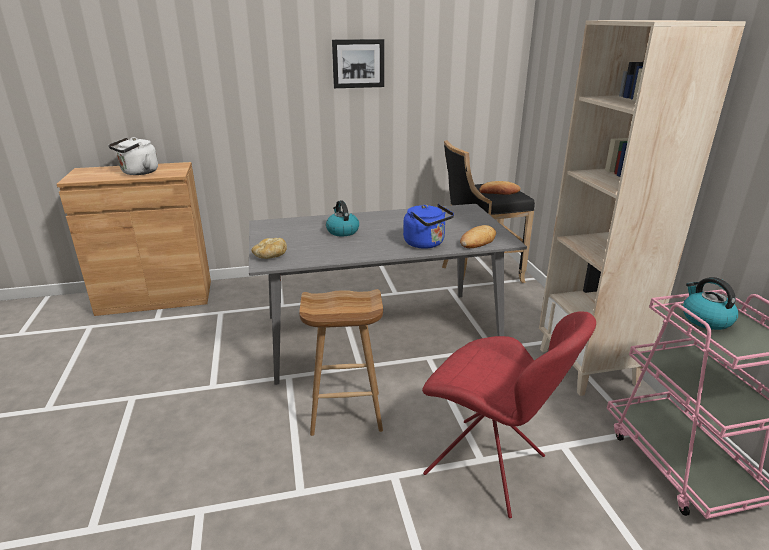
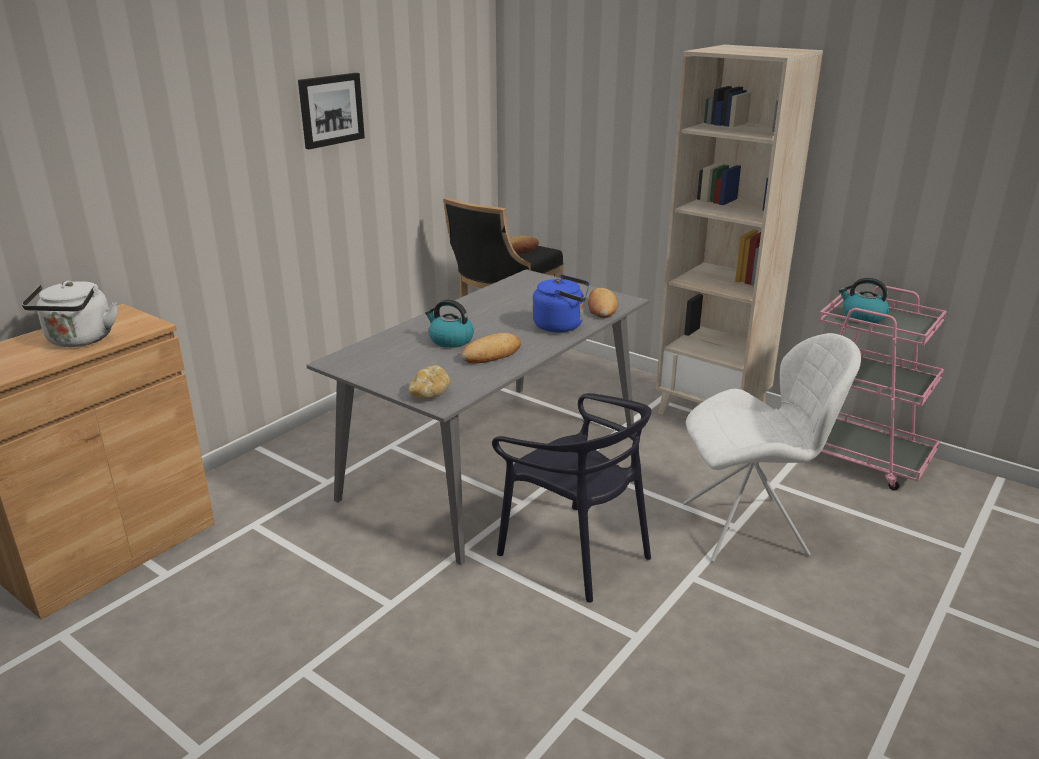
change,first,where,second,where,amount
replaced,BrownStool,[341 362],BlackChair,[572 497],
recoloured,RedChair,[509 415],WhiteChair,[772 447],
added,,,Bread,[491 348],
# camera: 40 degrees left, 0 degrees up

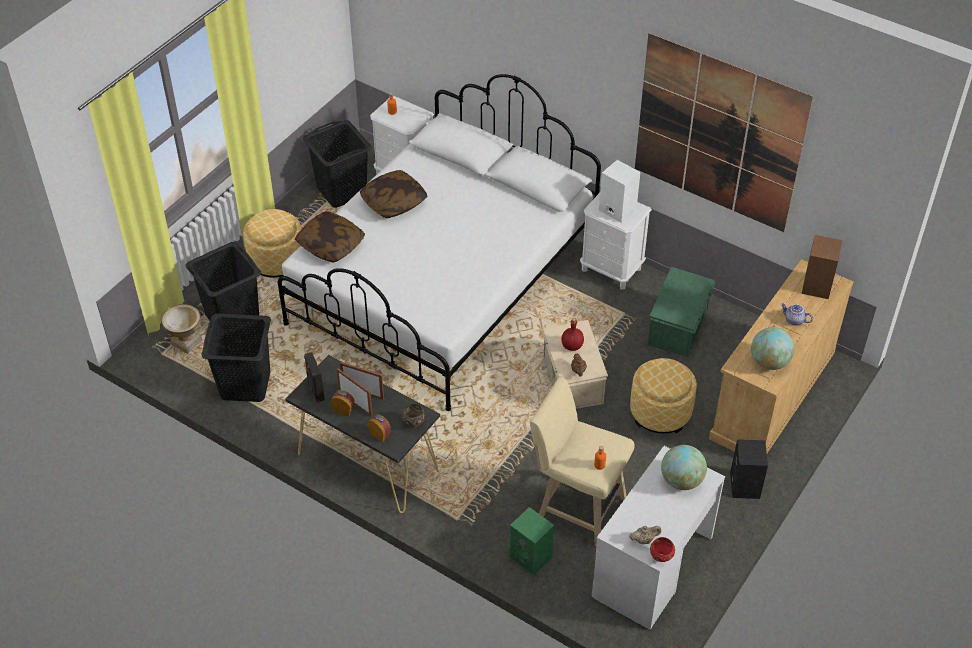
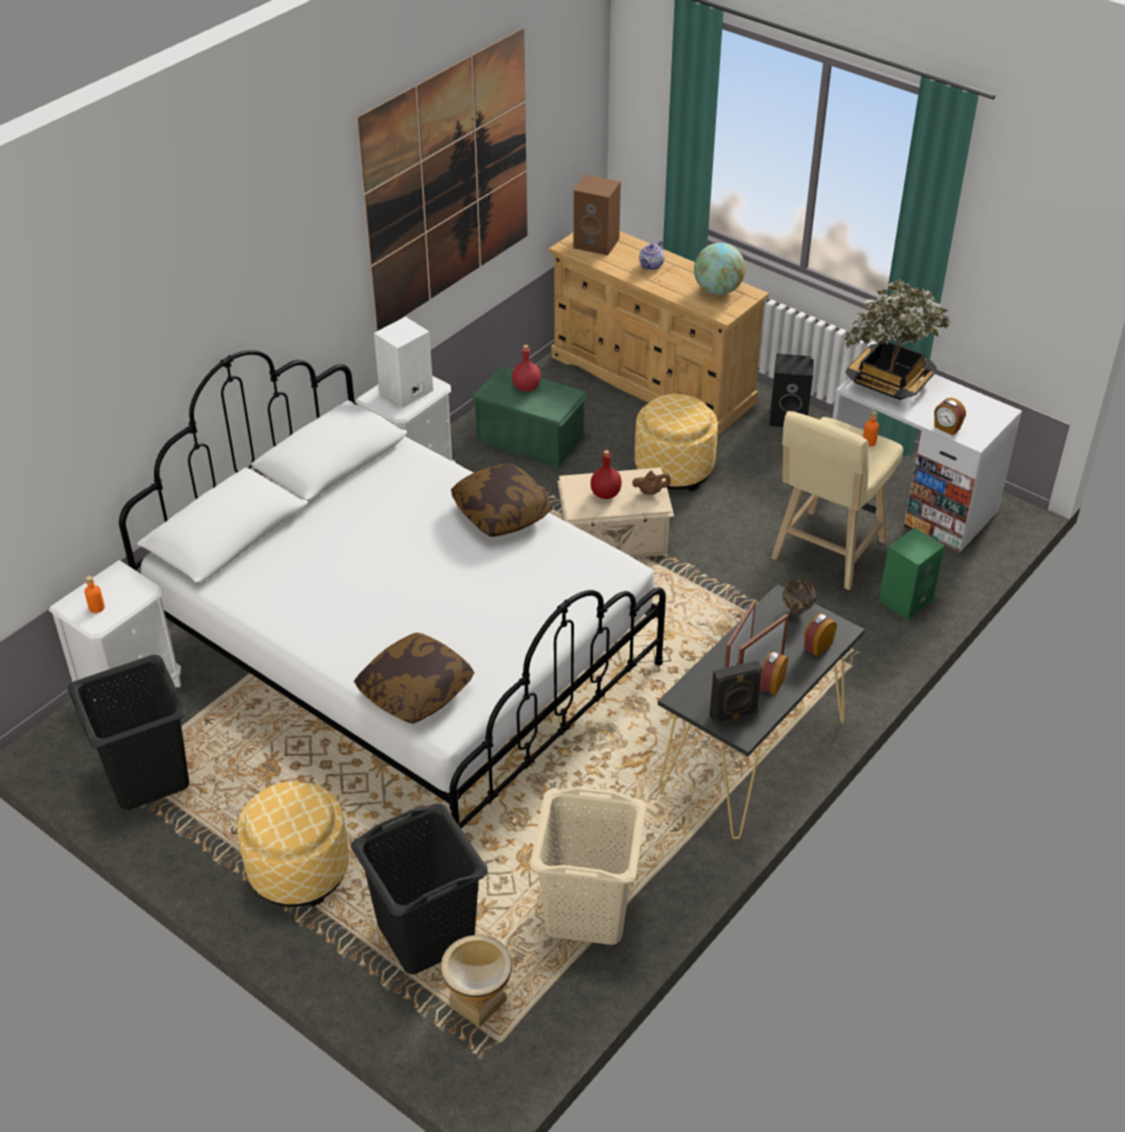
change,first,where,second,where,amount
recoloured,BlackLaundryBasket,[236 357],BeigeLaundryBasket,[588 866],
moved,Pillow,[394 194],,[502 500],
removed,BeigeTeapot,[645 535],,,
removed,RedBowl,[662 549],,,
replaced,Globe,[684 467],PottedPlant,[897 339],
added,,,RedBottle,[526 368],
added,,,AlarmClock,[950 417],
# camera: 85 degrees left, 5 degrees down

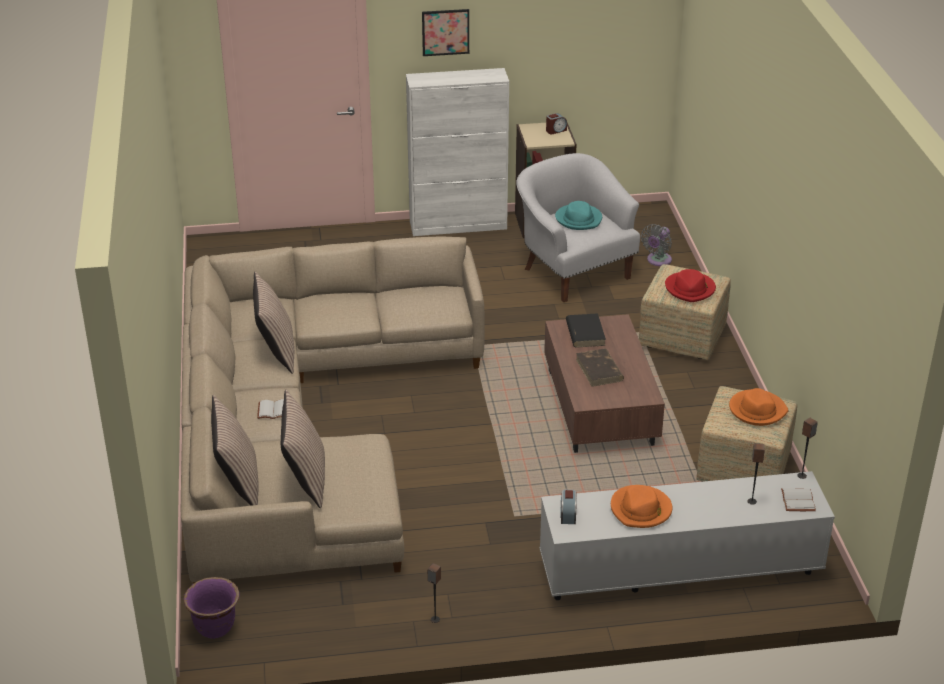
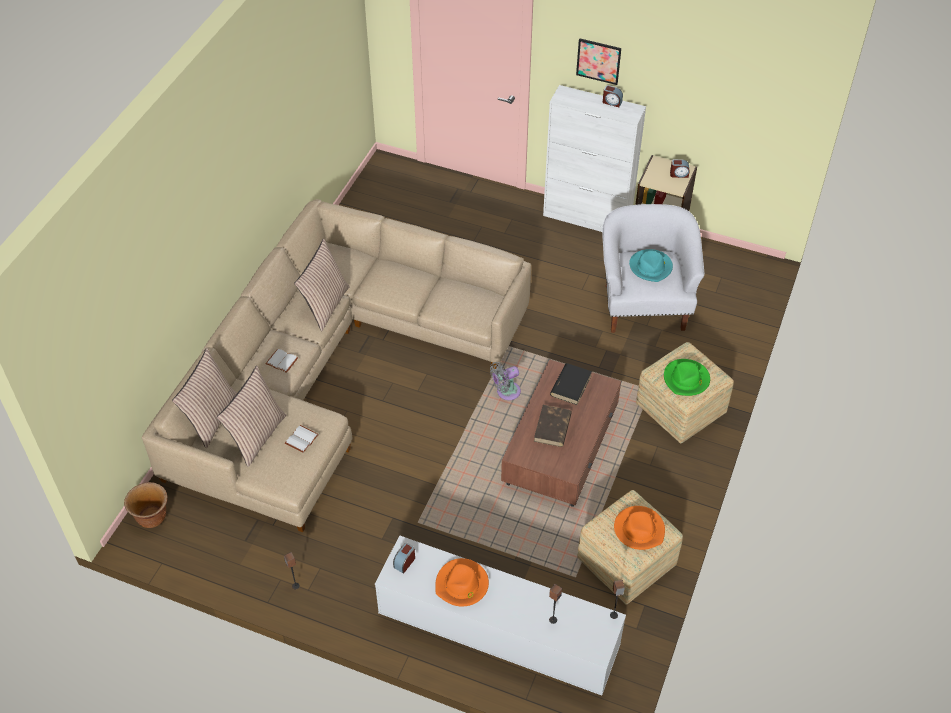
change,first,where,second,where,amount
recoloured,PurplePlanter,[212 608],BrownPlanter,[146 505],
moved,GreyFan,[656 245],,[505 381],
recoloured,RedHat,[690 285],GreenHat,[687 377],
moved,WhiteBook,[798 499],,[302 439],
added,,,AlarmClock,[613 96],
# camera: 30 degrees right, 15 degrees up

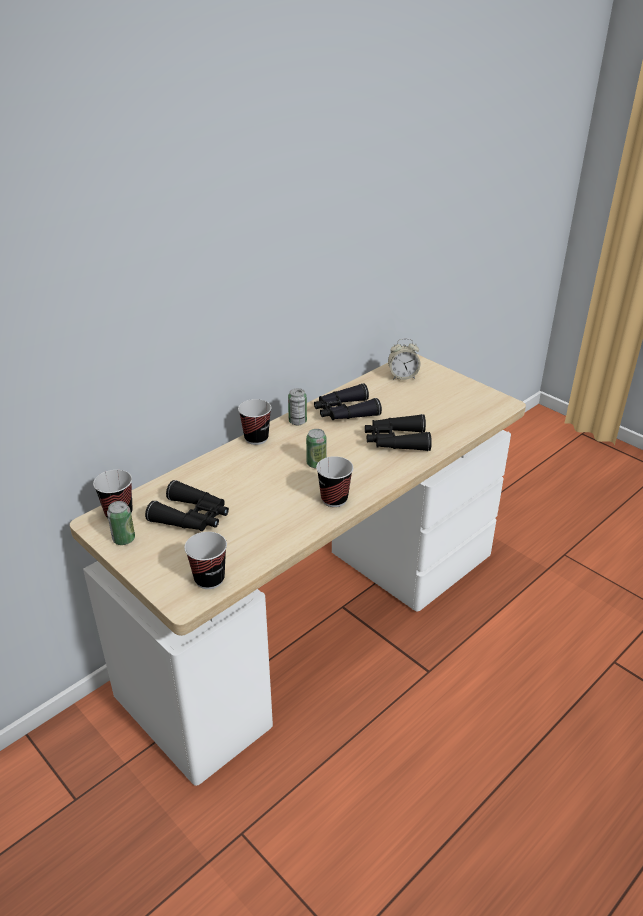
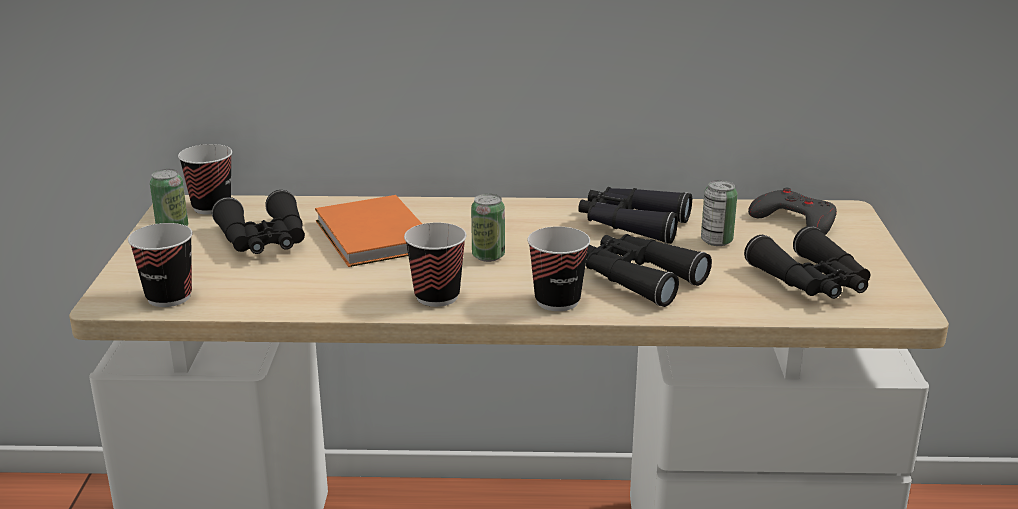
change,first,where,second,where,amount
moved,Cup,[254 422],,[558 268],
moved,Can,[297 407],,[719 213],
replaced,AlarmClock,[404 359],GreyGameController,[792 211],
added,,,OrangeBook,[368 231],
added,,,BlackBinoculars,[807 262],
# camera: 45 degrees right, 10 degrees down

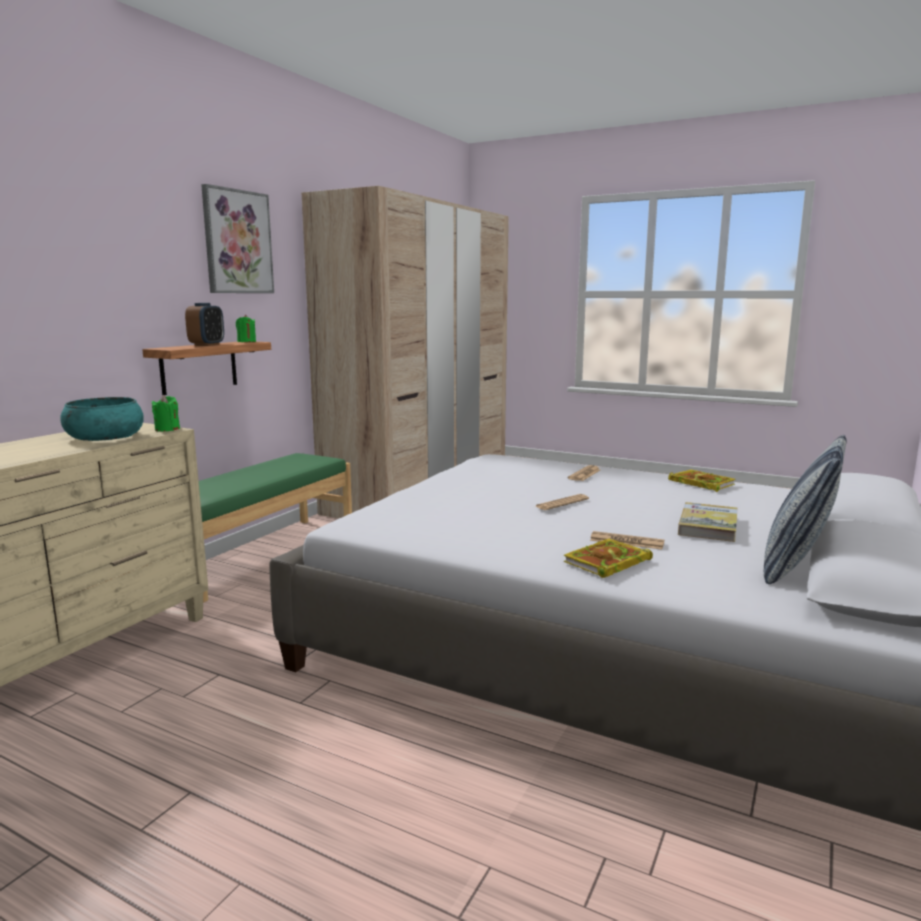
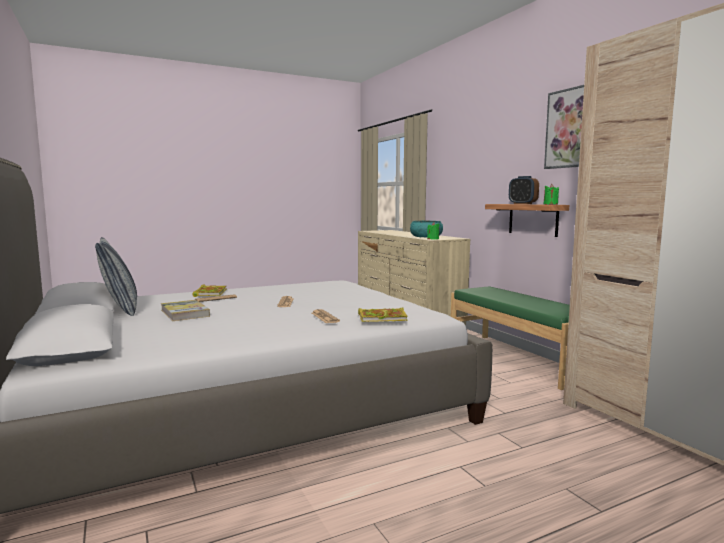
change,first,where,second,where,amount
moved,Book,[702 480],,[383 314],
# camera: 125 degrees right, 5 degrees down

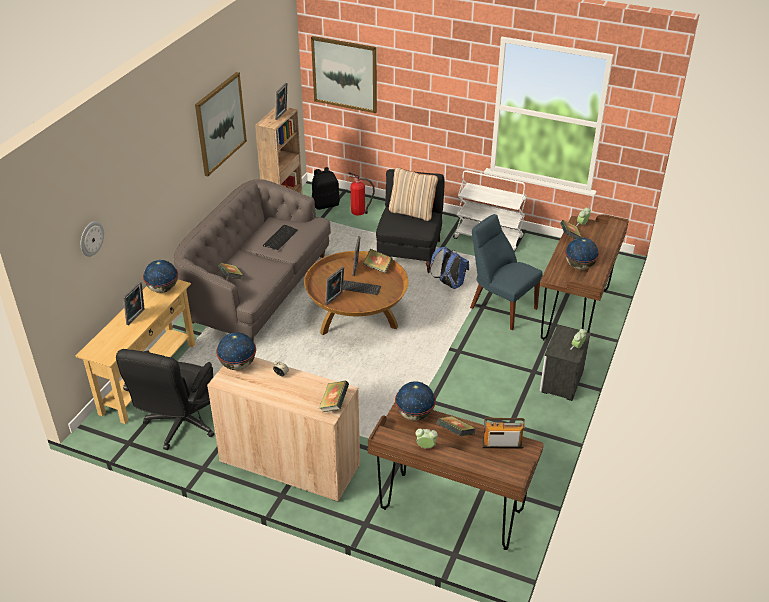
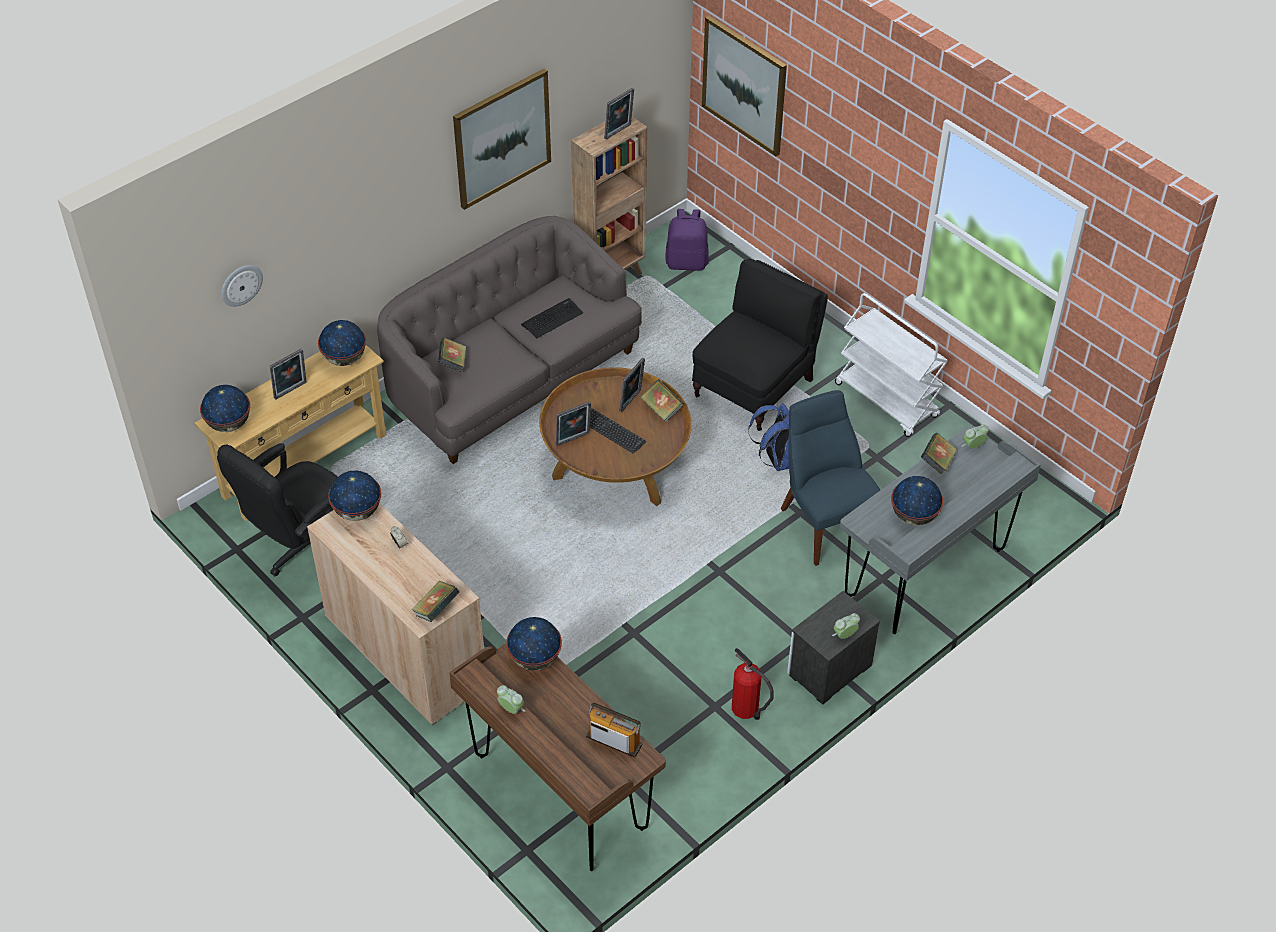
change,first,where,second,where,amount
recoloured,BlackBackpack,[326 188],PurpleBackpack,[687 240],
moved,FireExtinguisher,[361 194],,[753 684],
removed,BeigePillow,[413 194],,,
removed,Book,[456 426],,,
recoloured,BrownDesk,[584 277],GreyDesk,[940 530],
added,,,Globe,[225 408],
# camera: 25 degrees right, 10 degrees up

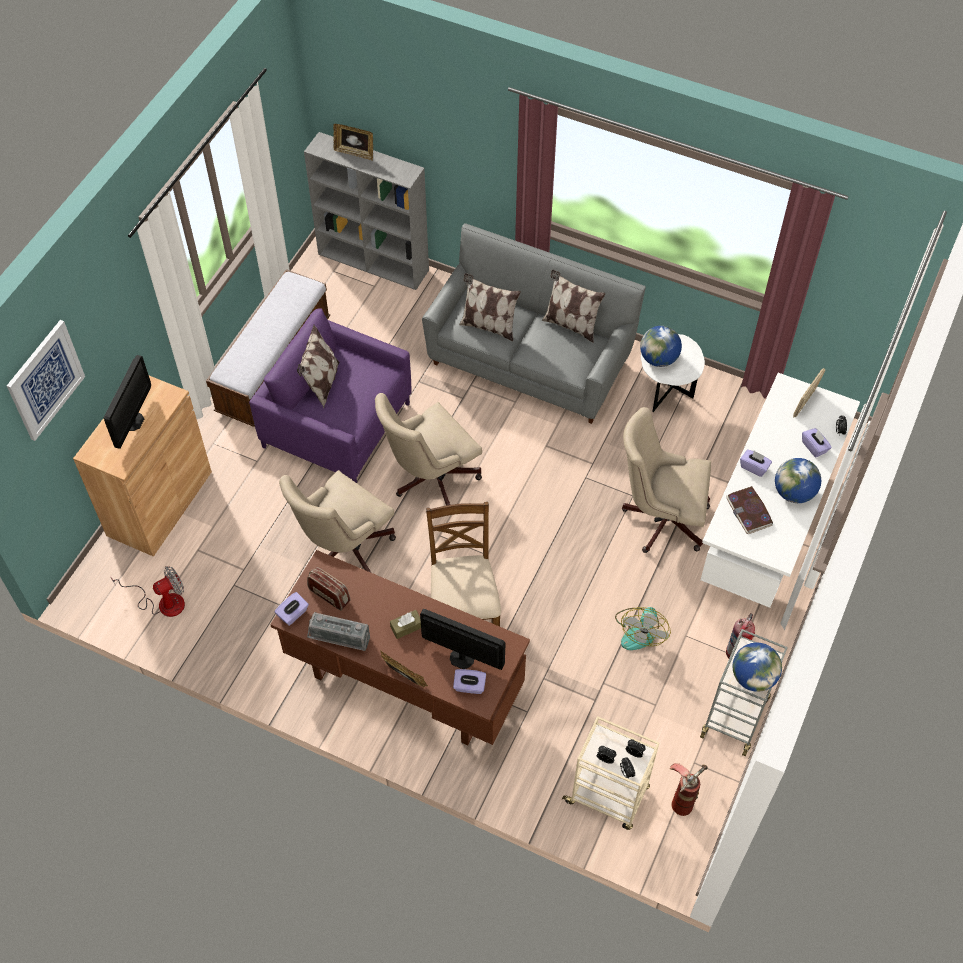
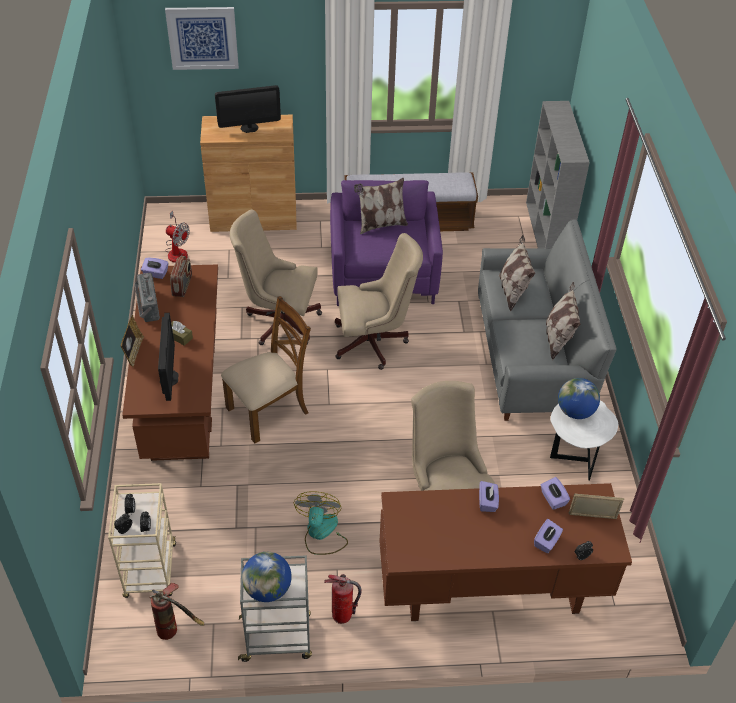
change,first,where,second,where,amount
removed,PictureFrame,[353 142],,,
turned,BeigeOfficeChair,[428 449],,[379 301],150 degrees clockwise
moved,PurpleTissueBox,[469 681],,[555 493],
turned,Fan,[643 628],,[320 523],105 degrees clockwise
recoloured,WhiteDesk,[780 490],BrownDesk,[505 552],
removed,Book,[749 510],,,
removed,Globe,[798 480],,,
# camera: 60 degrees right, 10 degrees down

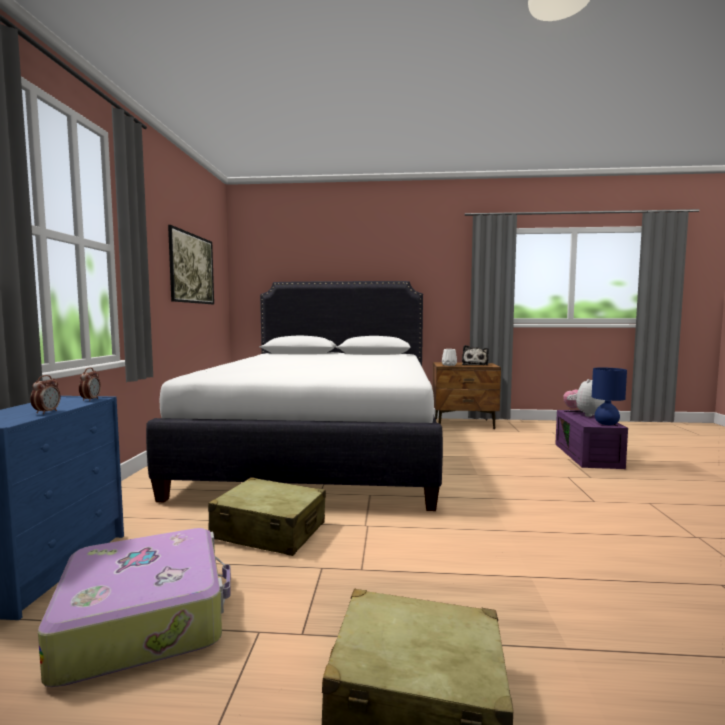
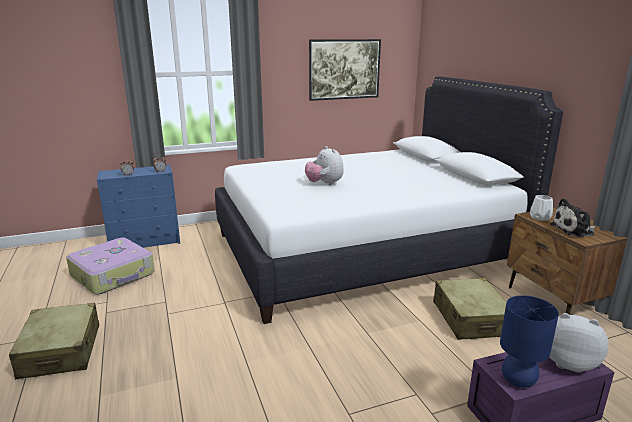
change,first,where,second,where,amount
moved,BeigeSuitcase,[267 516],,[469 309],
added,,,PlushToy,[324 166],
# camera: 65 degrees right, 15 degrees up

